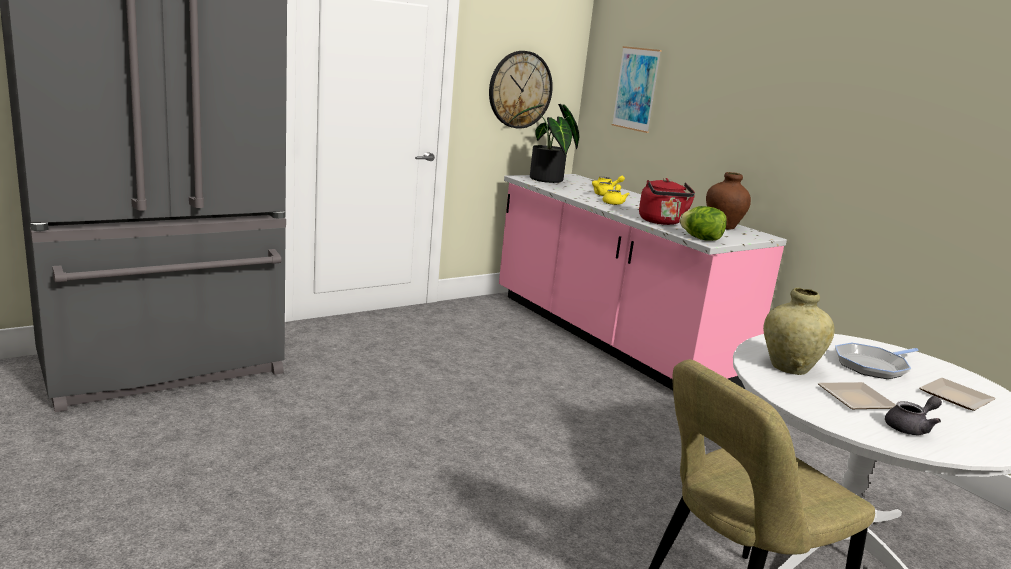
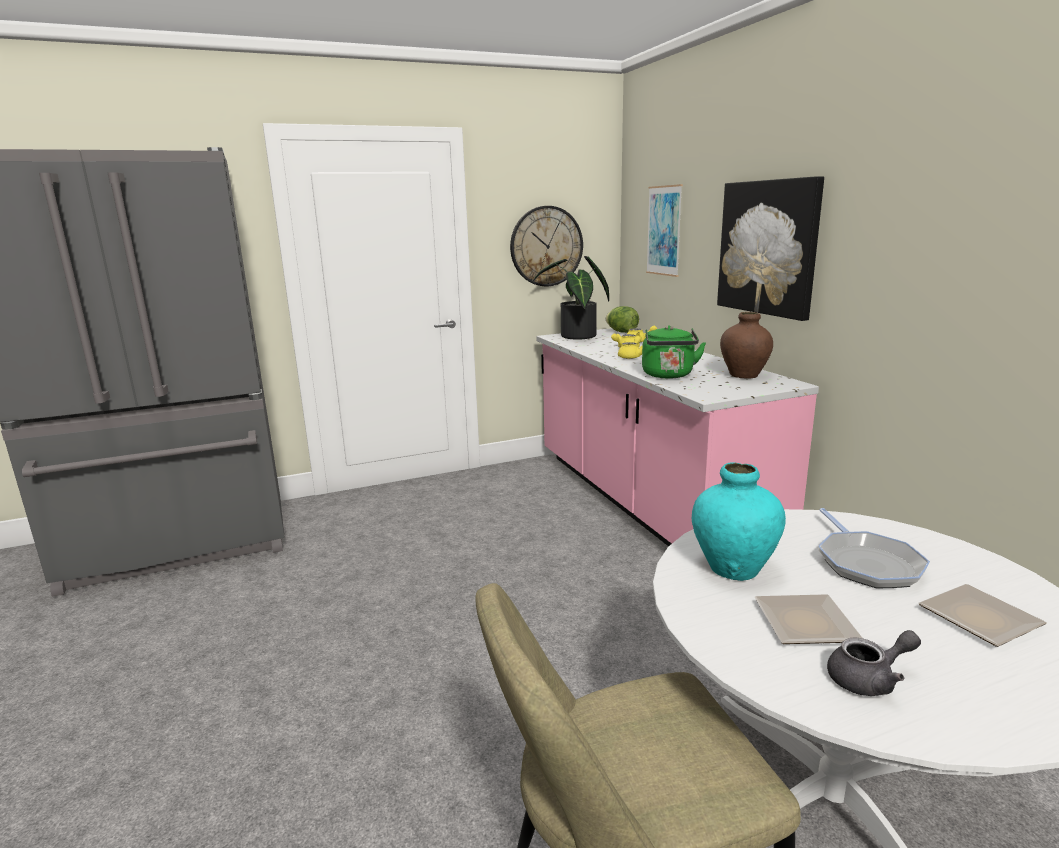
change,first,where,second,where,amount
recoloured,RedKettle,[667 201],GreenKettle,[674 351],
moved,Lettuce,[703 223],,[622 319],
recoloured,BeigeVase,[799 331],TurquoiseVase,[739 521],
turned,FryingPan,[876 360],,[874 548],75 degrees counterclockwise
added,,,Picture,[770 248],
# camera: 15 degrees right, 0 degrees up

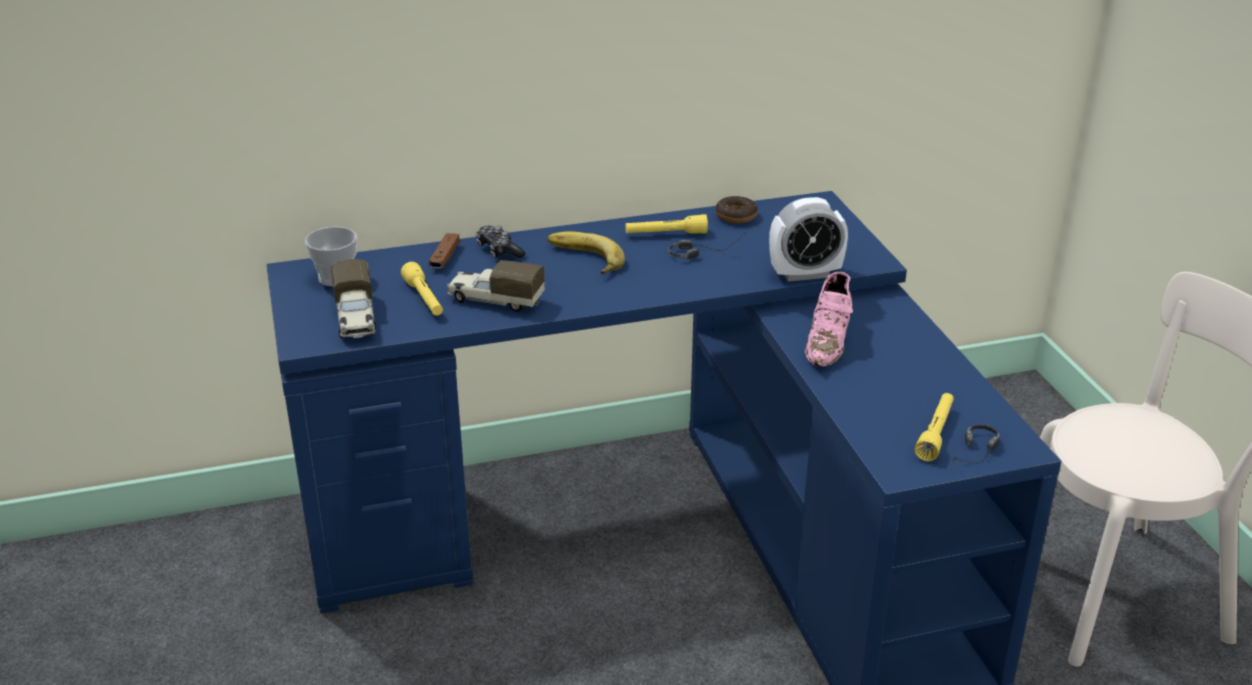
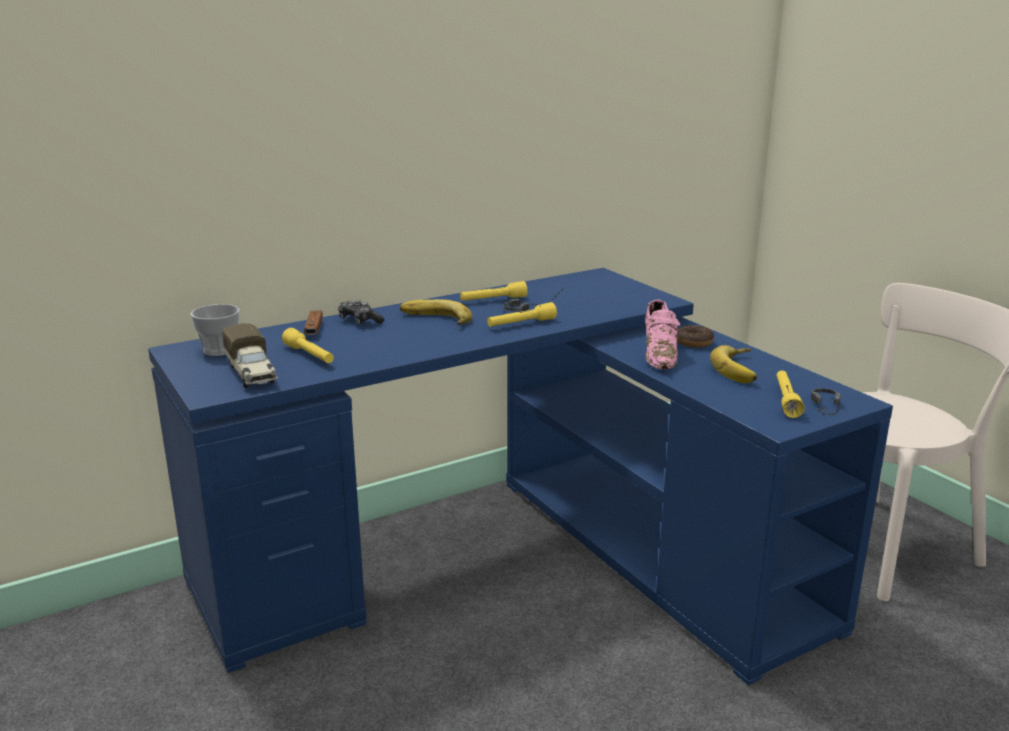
change,first,where,second,where,amount
removed,ToyTruck,[496 286],,,
moved,Donut,[736 210],,[695 336],
removed,AlarmClock,[808 239],,,
added,,,YellowFlashlight,[522 314],
added,,,Banana,[733 364],
# camera: 15 degrees left, 10 degrees down

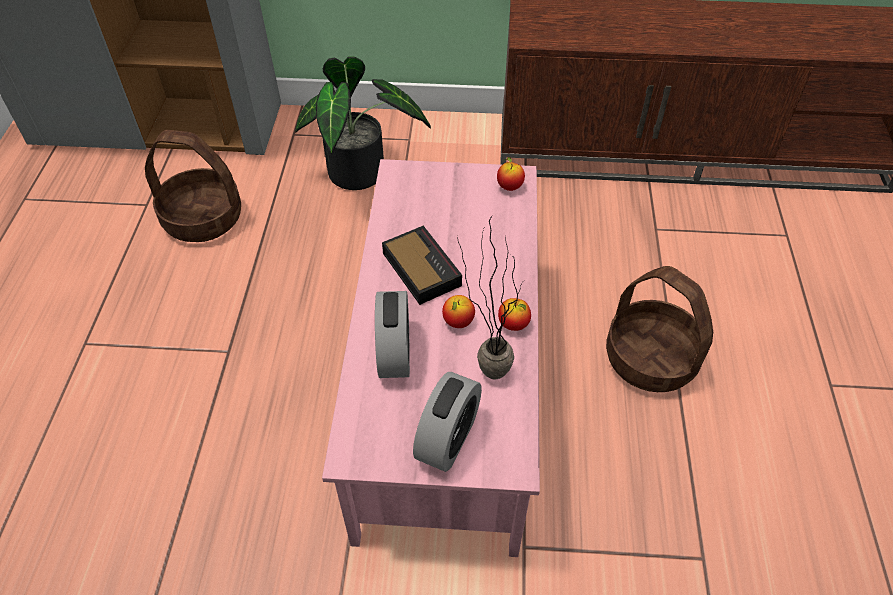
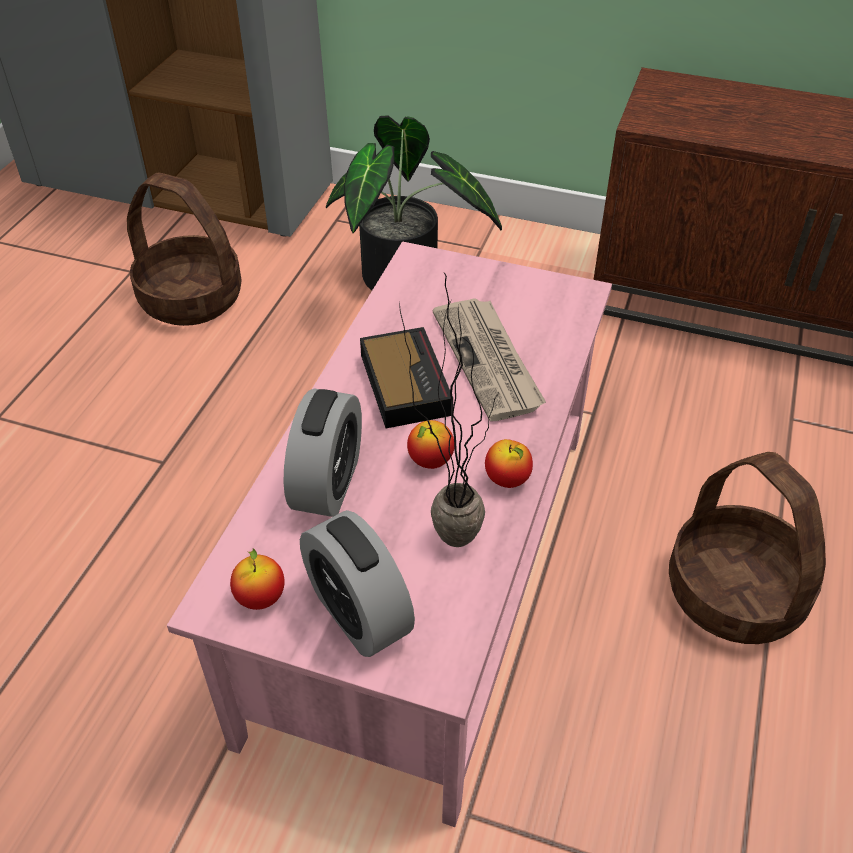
change,first,where,second,where,amount
turned,AlarmClock,[447 422],,[357 583],105 degrees clockwise
moved,Apple,[511 174],,[257 579],
added,,,Newspaper,[489 359],
# camera: 15 degrees right, 5 degrees down

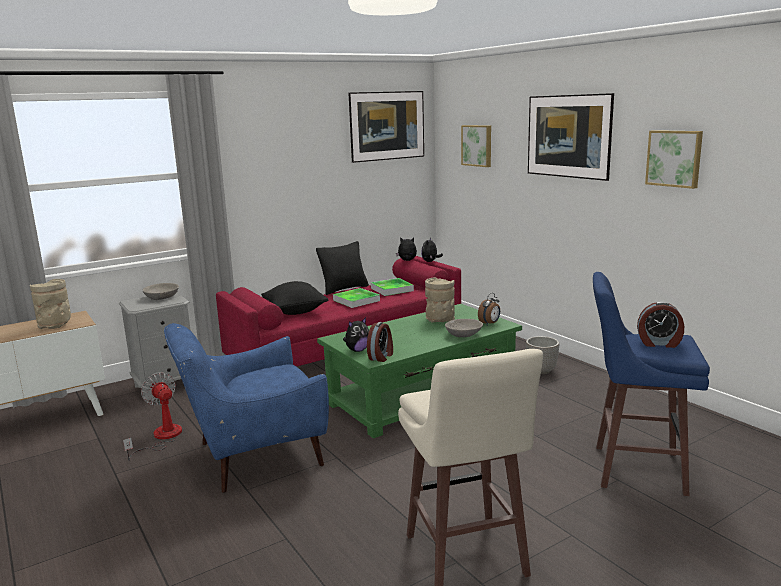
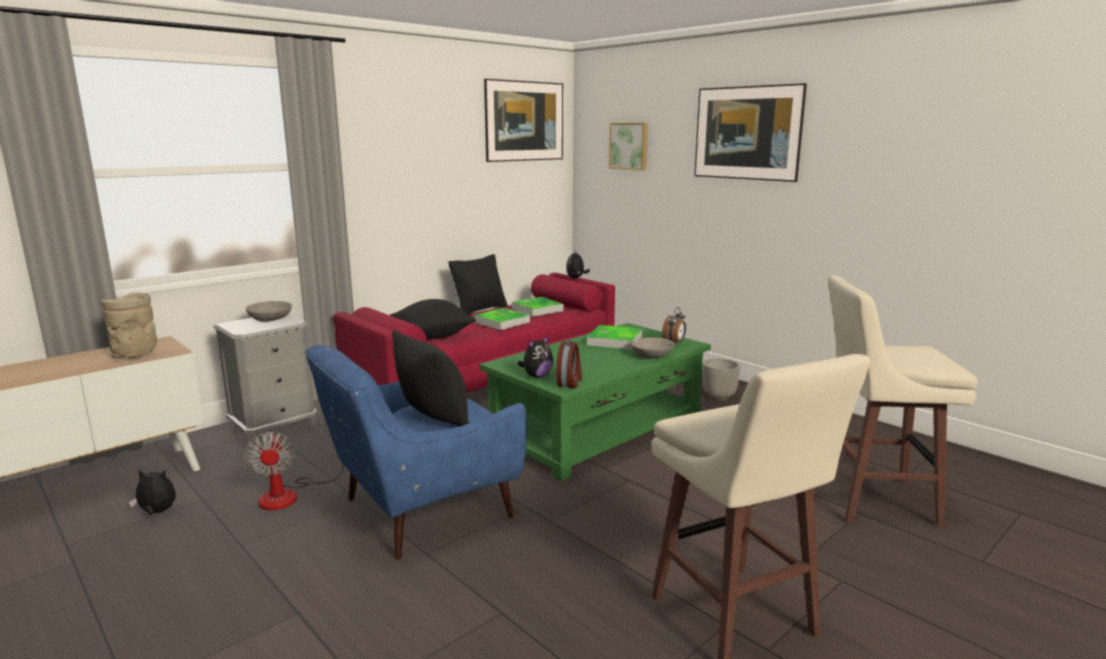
change,first,where,second,where,amount
turned,Fan,[152 417],,[294 471],150 degrees counterclockwise
moved,PlushToy,[406 249],,[152 492],
replaced,BeigeVase,[440 300],Tray,[614 337],
recoloured,BlueStool,[651 384],BeigeStool,[902 401],
removed,AlarmClock,[660 325],,,
removed,Picture,[674 159],,,
added,,,BlackPillow,[430 378],
# camera: 10 degrees left, 0 degrees up

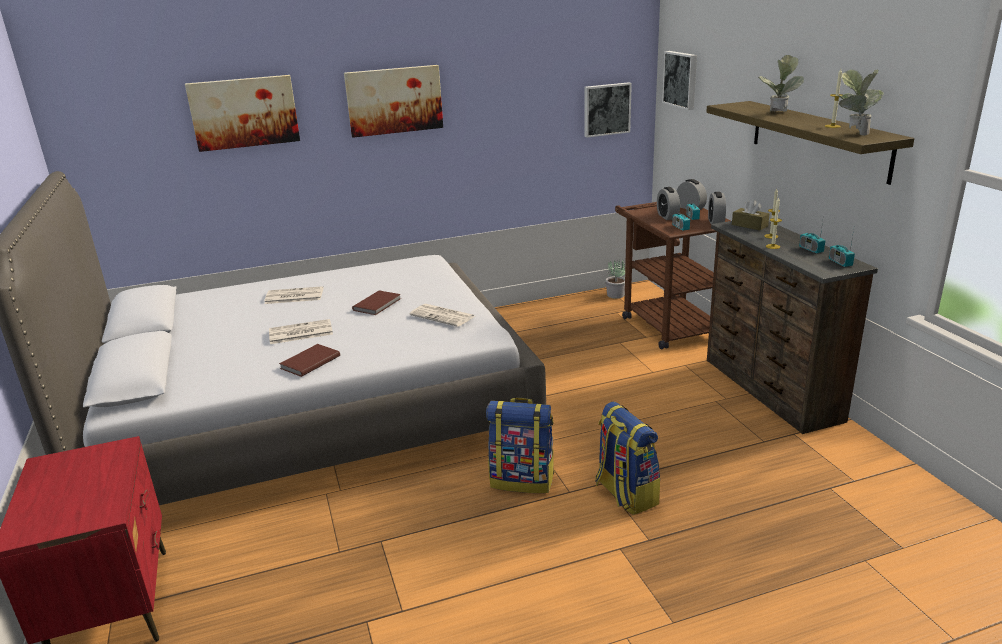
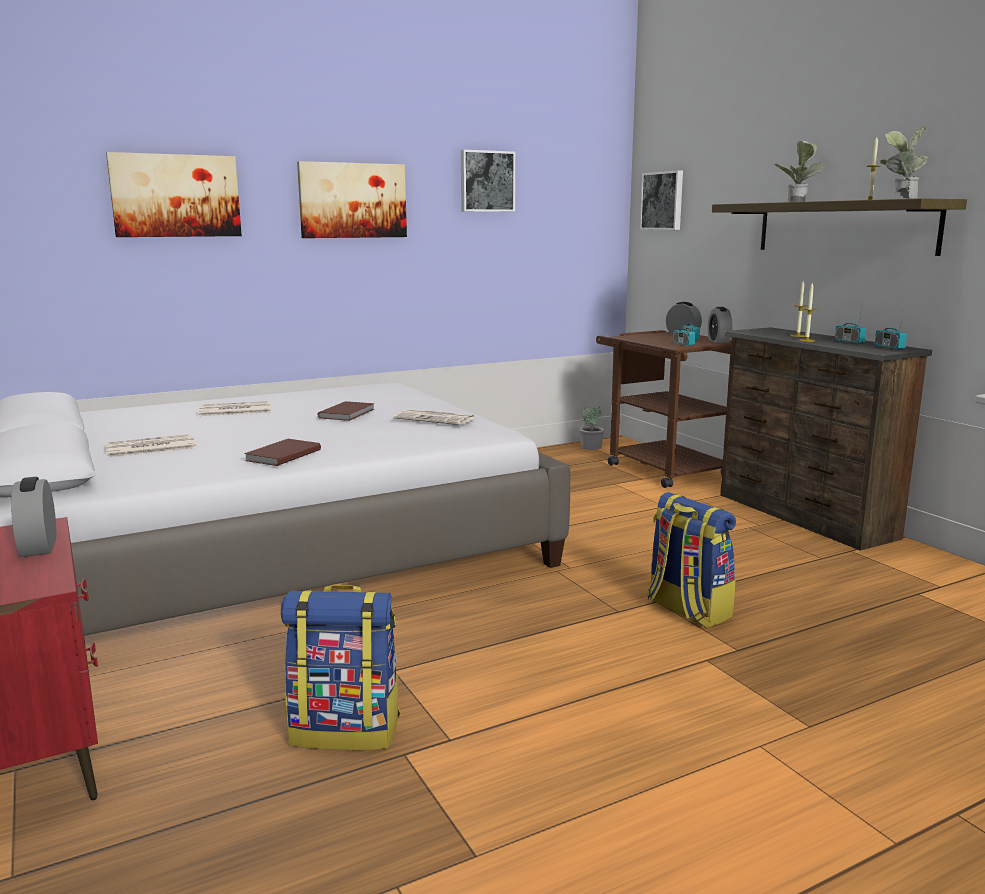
change,first,where,second,where,amount
moved,Newspaper,[301 331],,[151 446],
moved,Backpack,[520 445],,[341 667],
moved,Picture,[608 110],,[488 181],
moved,AlarmClock,[668 203],,[33 517],
removed,BrownTissueBox,[751 214],,,
# camera: 10 degrees left, 10 degrees down

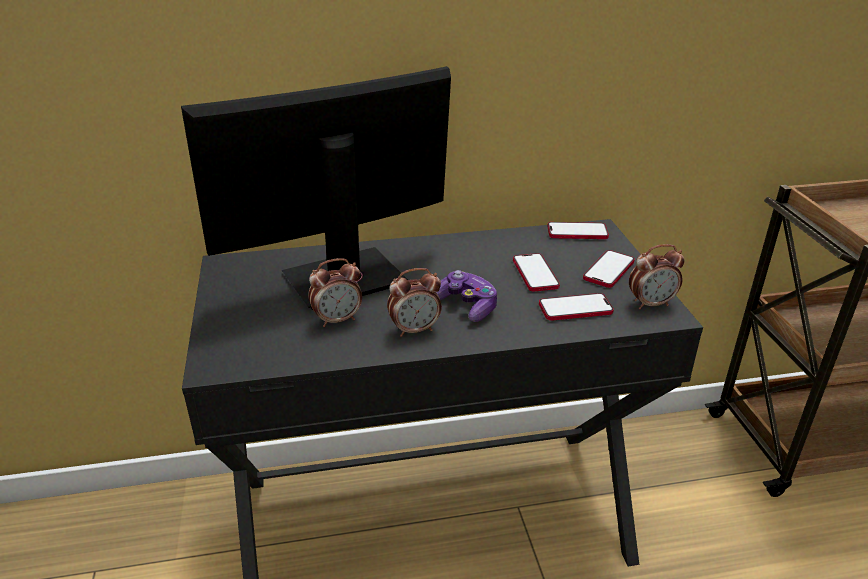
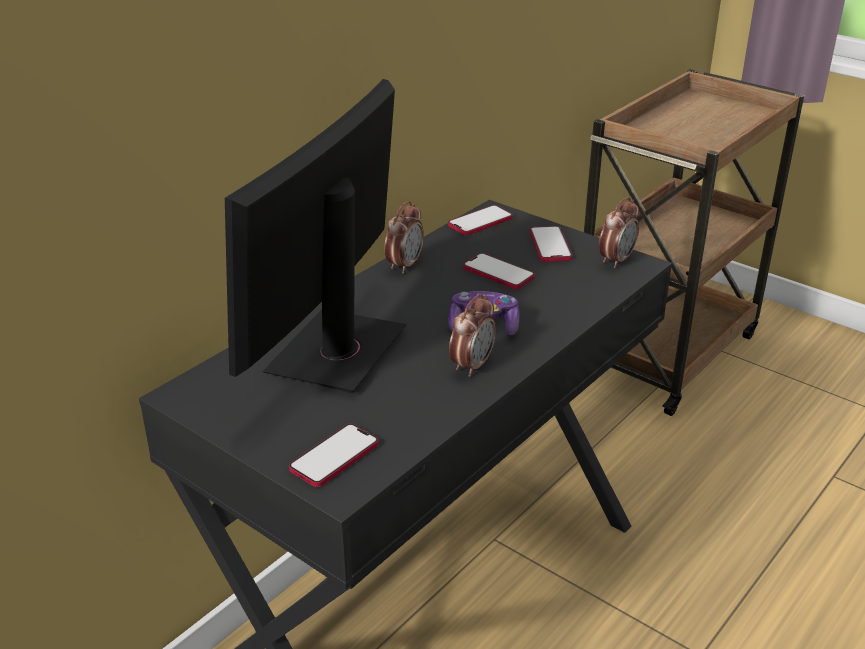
change,first,where,second,where,amount
moved,AlarmClock,[335 292],,[404 237],
moved,Phone,[576 307],,[334 455],
# camera: 40 degrees left, 0 degrees up

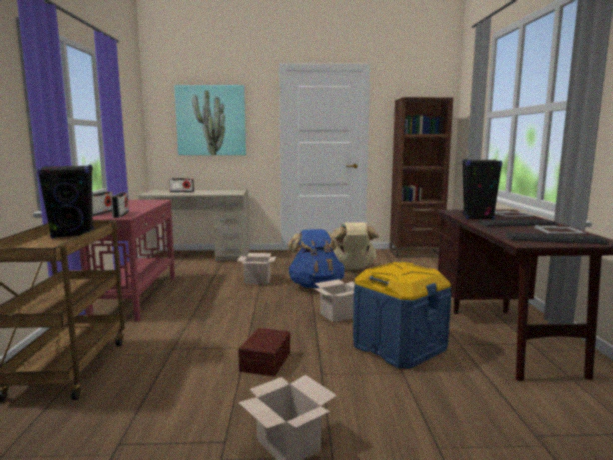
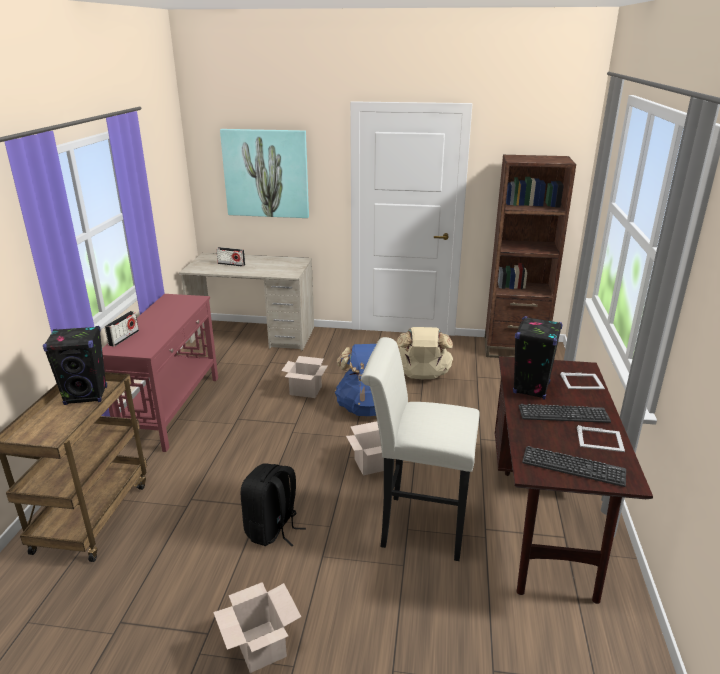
change,first,where,second,where,amount
removed,Radio,[120 205],,,
replaced,BrownStorageBox,[264 352],BlackBackpack,[273 505],
replaced,BlueStorageBox,[402 315],WhiteStool,[420 449],
# camera: 10 degrees right, 15 degrees up

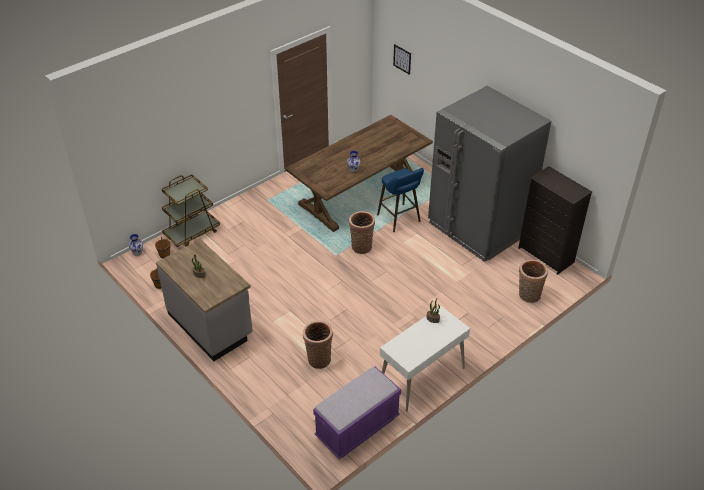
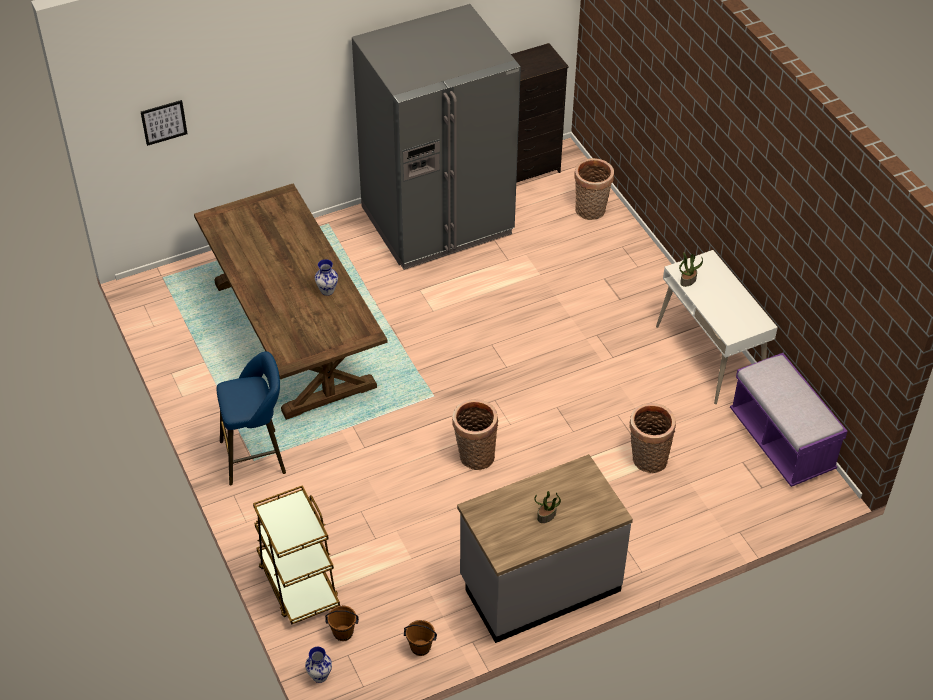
change,first,where,second,where,amount
moved,Basket,[362 232],,[475 434],
moved,BlueStool,[400 200],,[251 418],
# camera: 75 degrees left, 5 degrees up

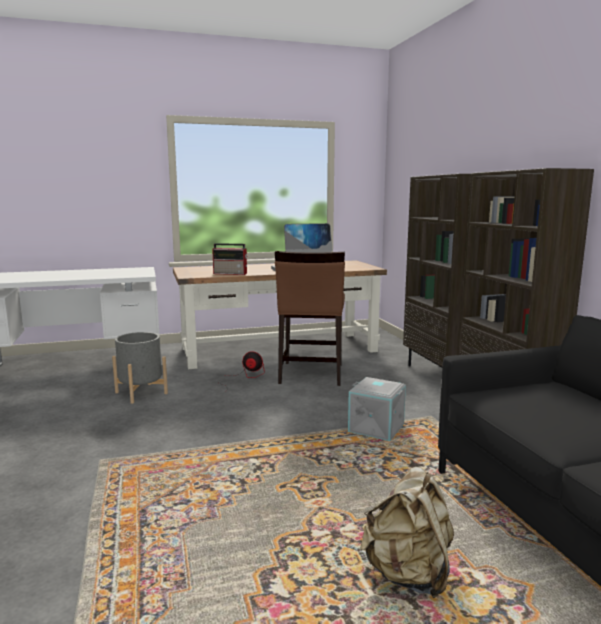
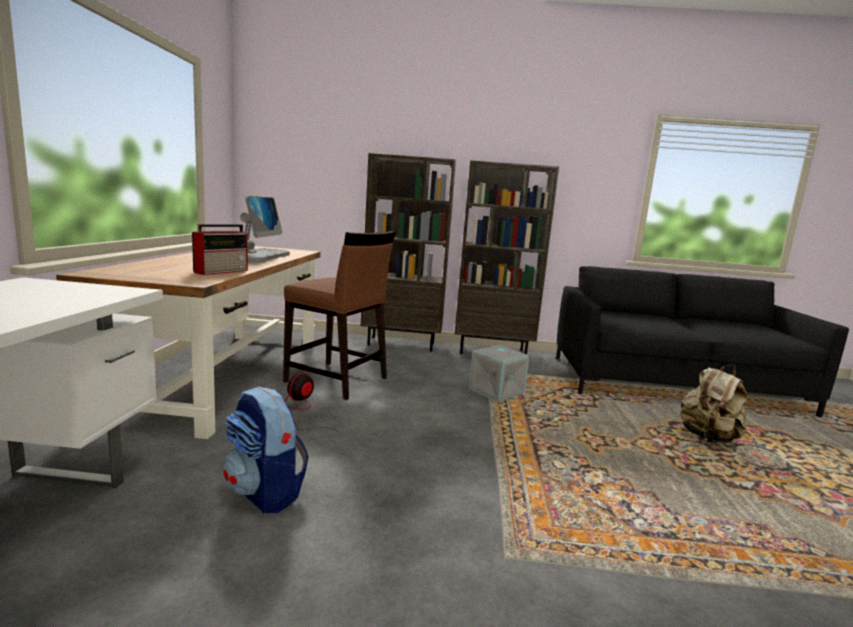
change,first,where,second,where,amount
replaced,GreyPlanter,[140 368],Backpack,[266 450],
# camera: 70 degrees left, 0 degrees up

